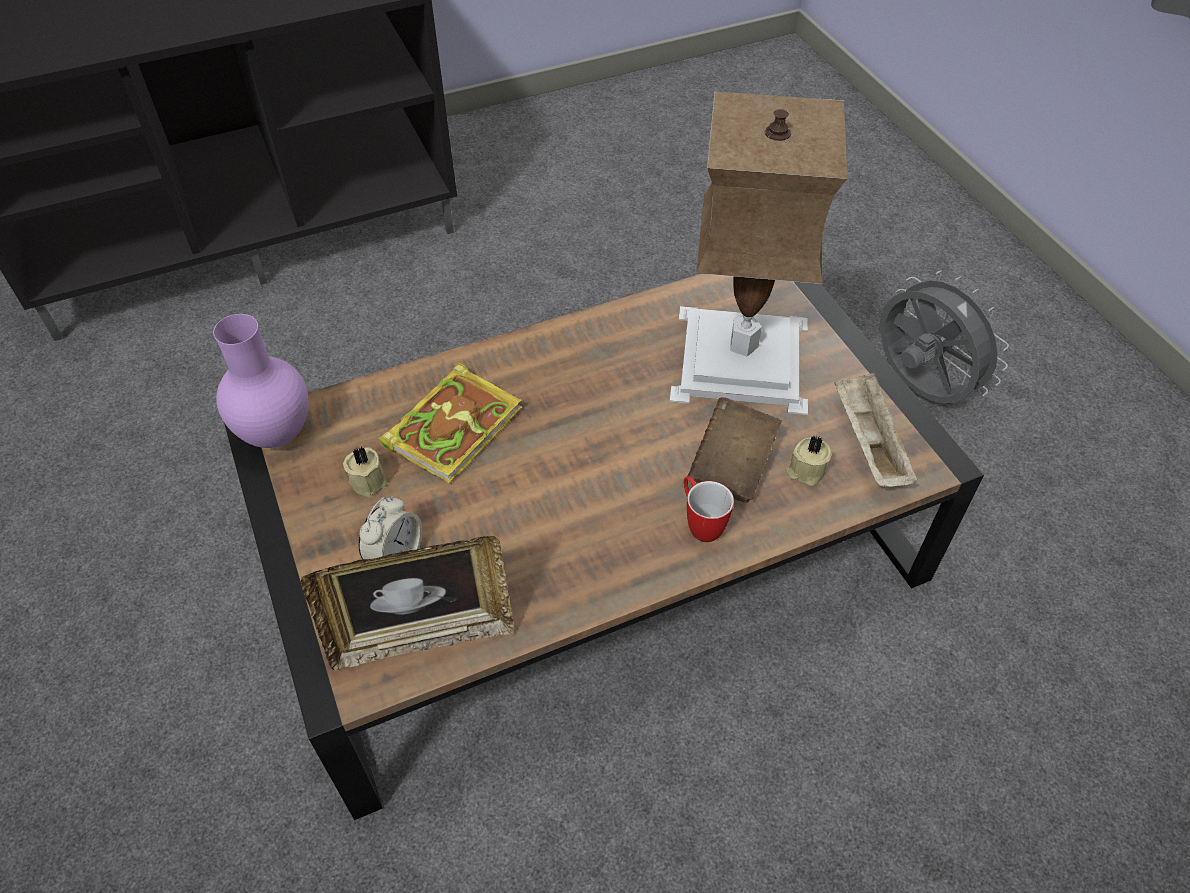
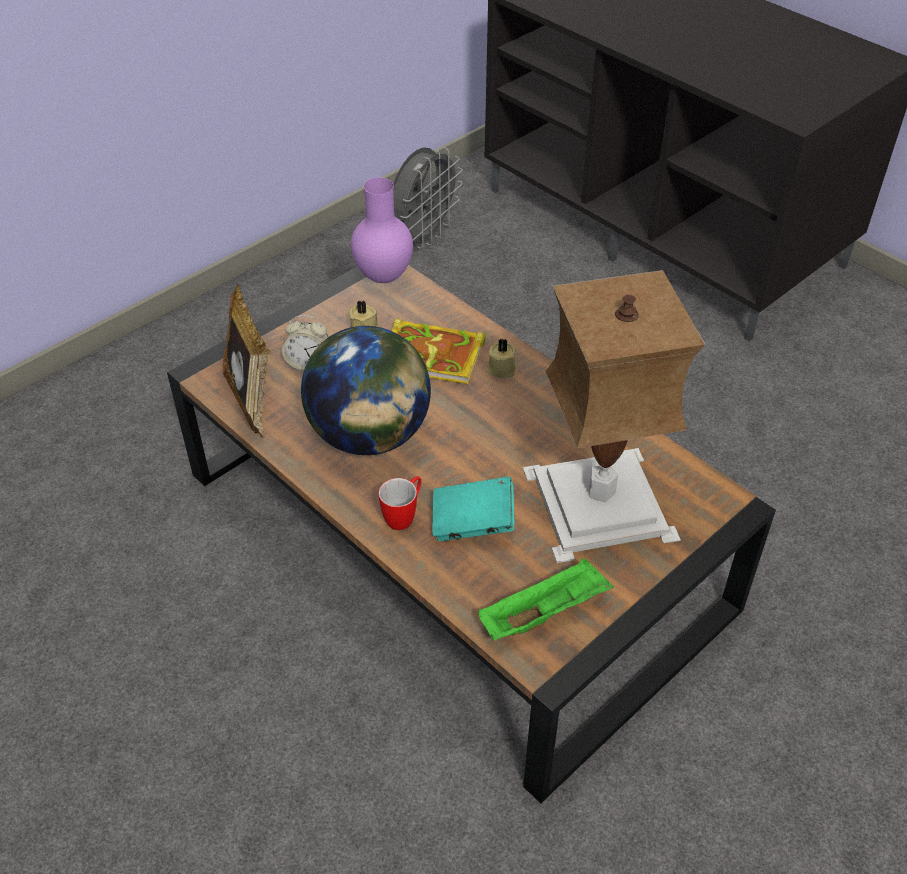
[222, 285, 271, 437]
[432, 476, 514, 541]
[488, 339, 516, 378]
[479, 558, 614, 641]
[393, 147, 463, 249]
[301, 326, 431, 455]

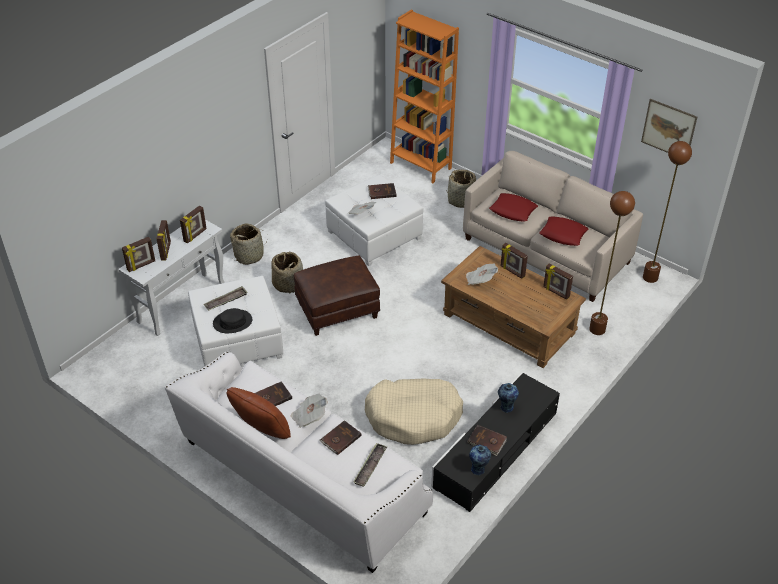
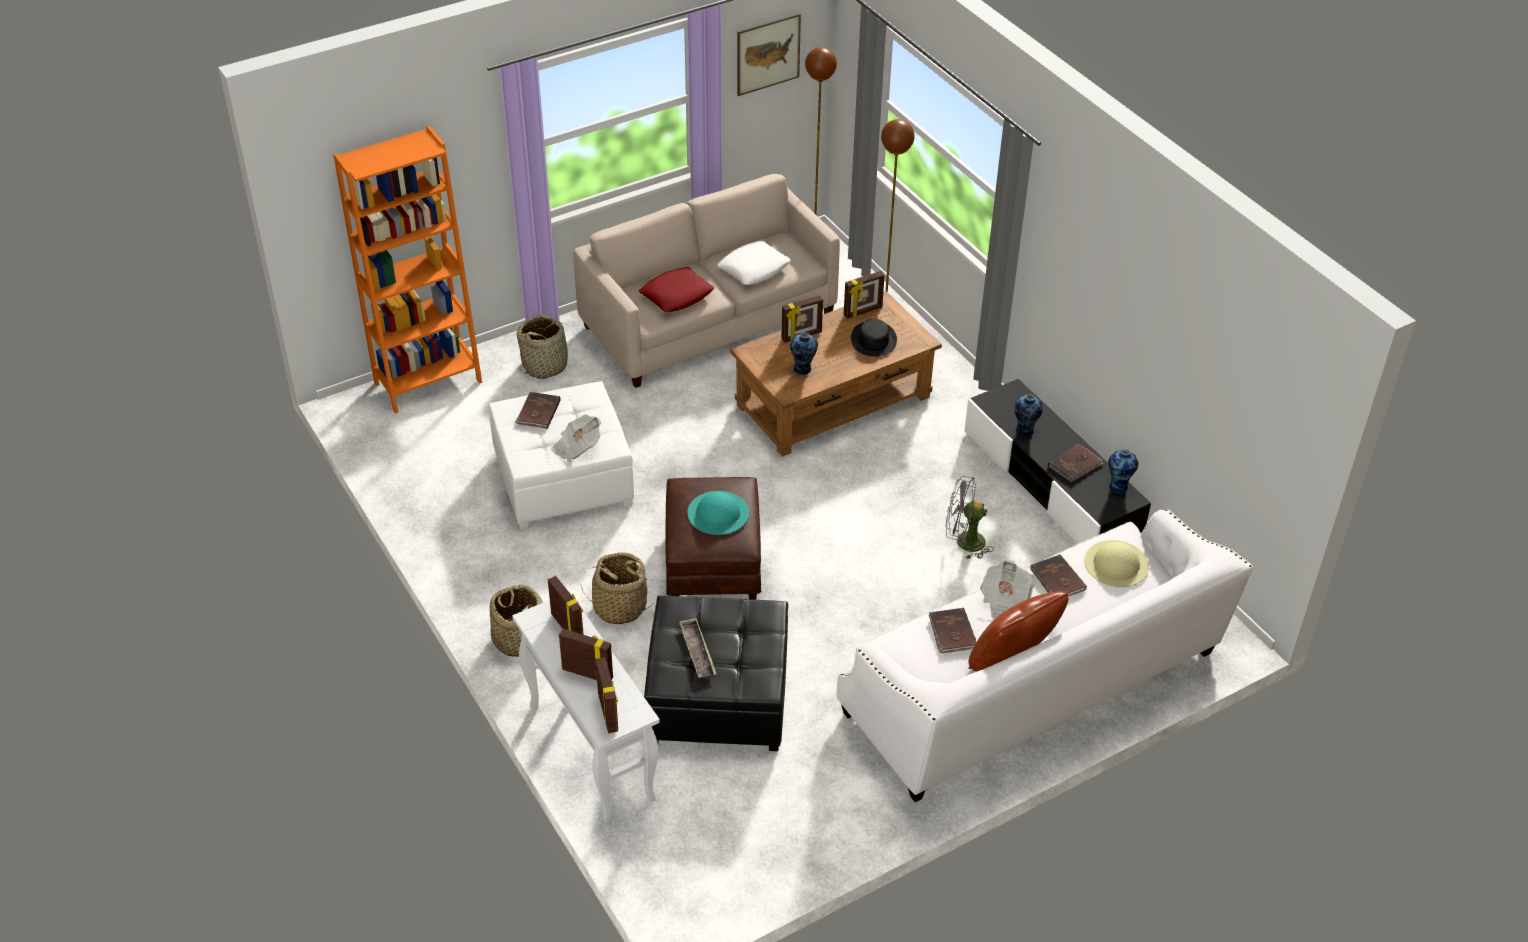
[644, 596, 788, 751]
[851, 319, 897, 357]
[1084, 540, 1149, 587]
[946, 476, 994, 559]
[790, 332, 818, 375]
[717, 241, 791, 285]
[687, 491, 749, 535]

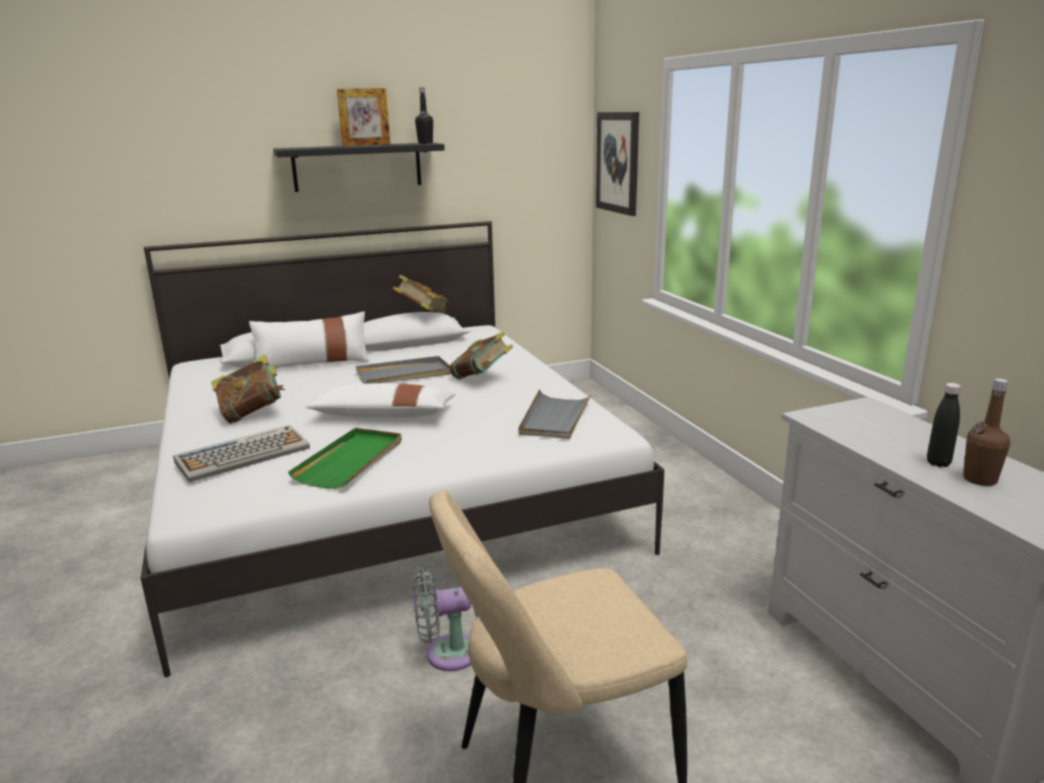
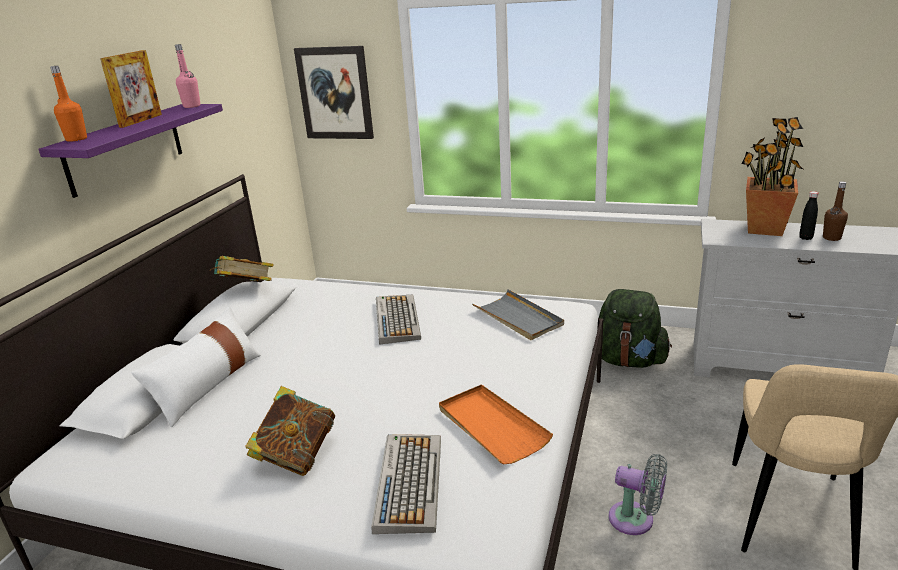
[38, 104, 223, 198]
[439, 384, 553, 464]
[306, 383, 455, 418] (first image)
[356, 356, 451, 384] (first image)
[609, 454, 667, 535]
[175, 44, 200, 108]
[376, 295, 421, 345]
[50, 66, 87, 142]
[599, 289, 672, 368]
[742, 117, 803, 236]

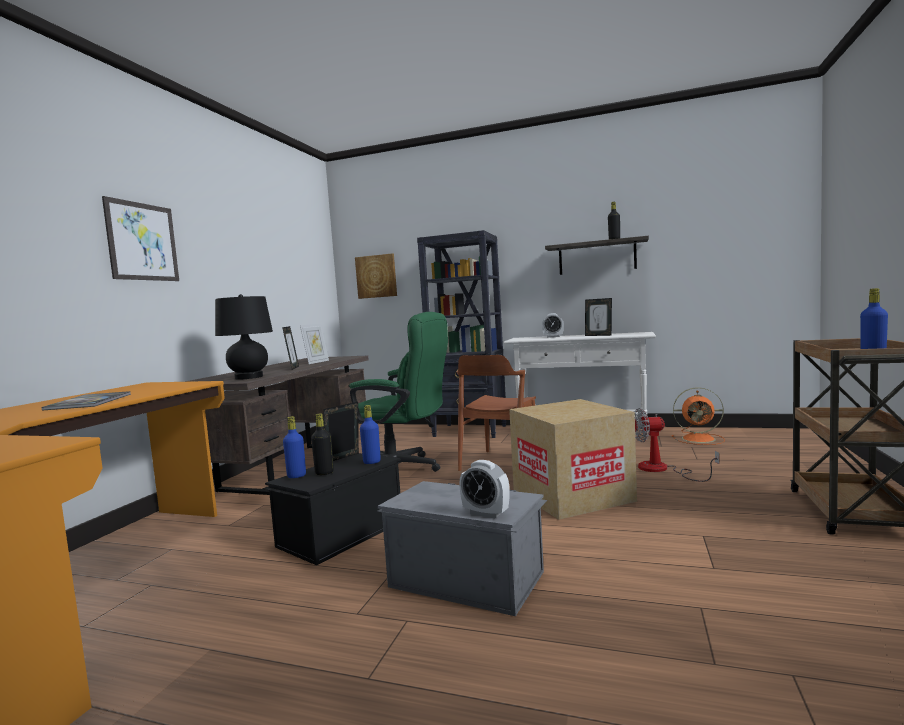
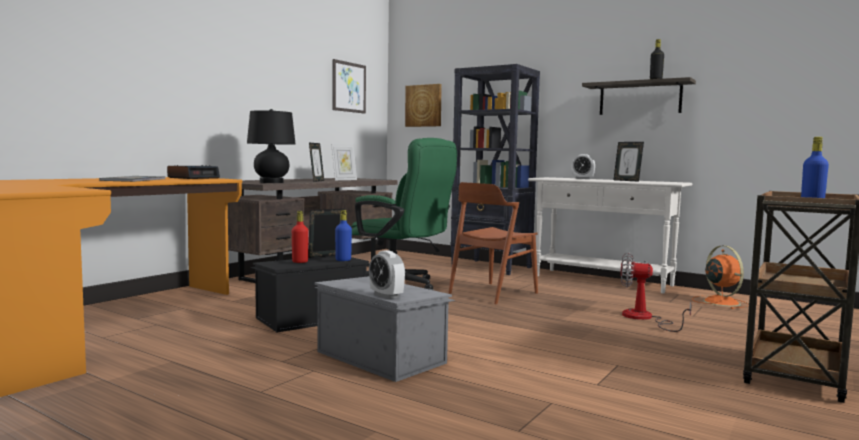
[332, 59, 366, 114]
[283, 416, 306, 478] (first image)
[292, 211, 309, 263]
[509, 399, 637, 520] (first image)
[692, 246, 749, 309]
[167, 165, 220, 179]

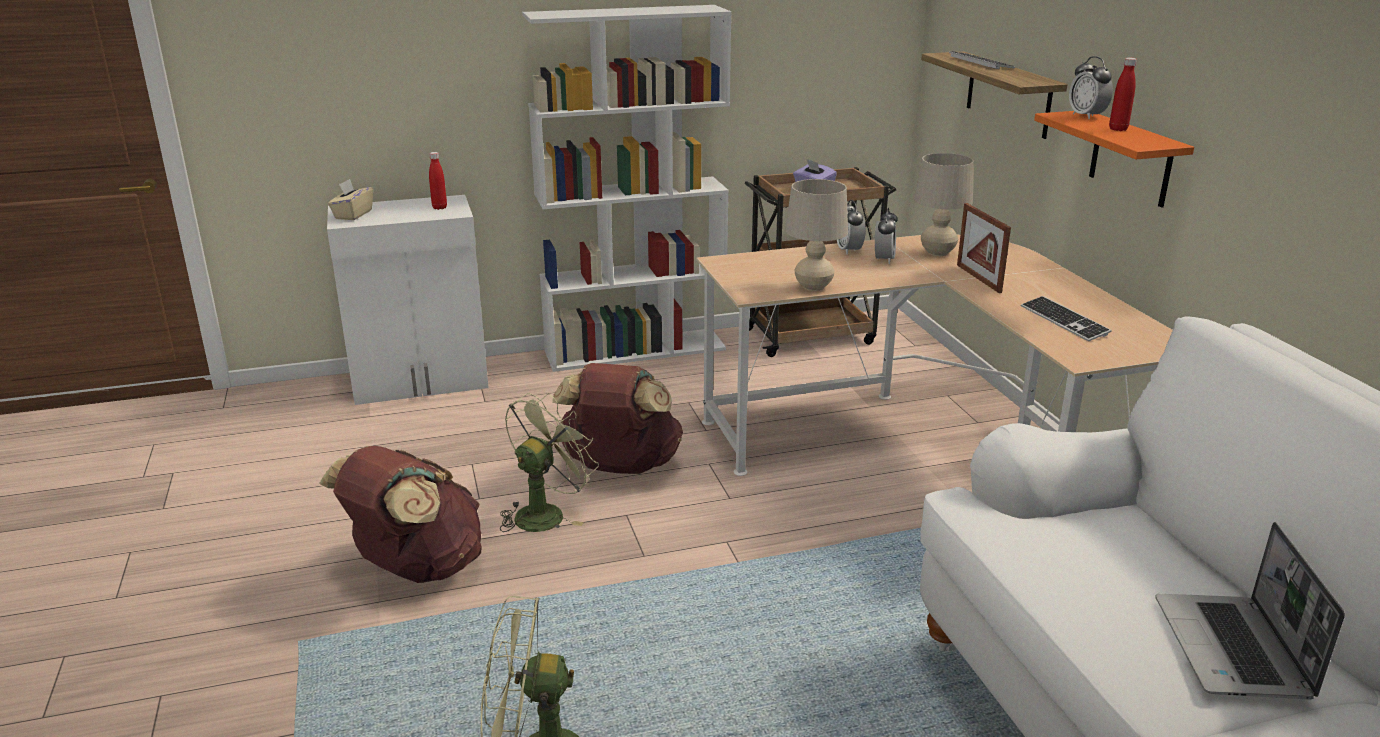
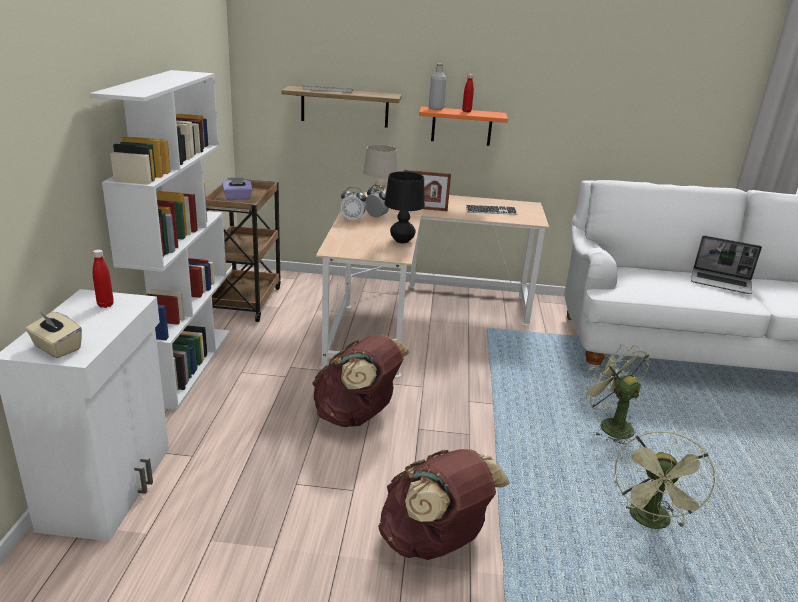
[582, 344, 649, 445]
[384, 171, 425, 243]
[429, 64, 447, 110]

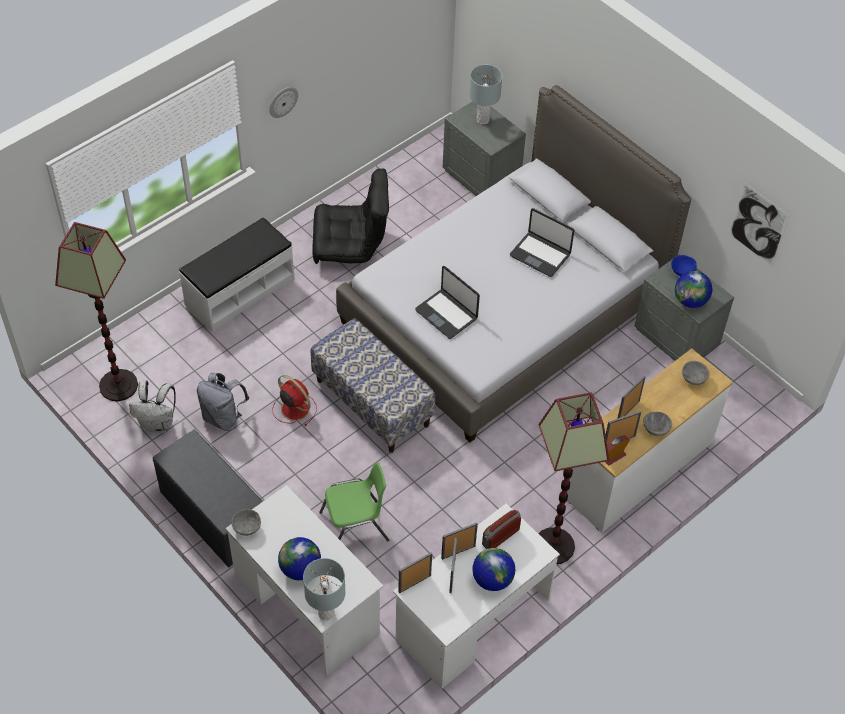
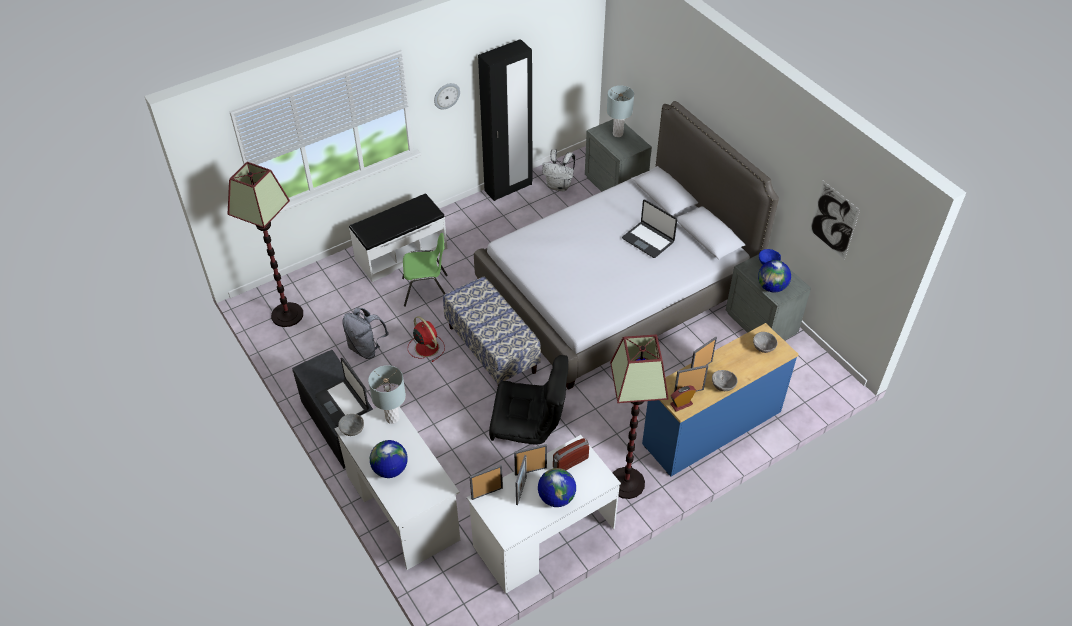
[542, 149, 575, 191]
[368, 365, 406, 424]
[489, 355, 568, 444]
[402, 233, 447, 307]
[315, 358, 369, 427]
[642, 323, 799, 476]
[478, 39, 533, 201]

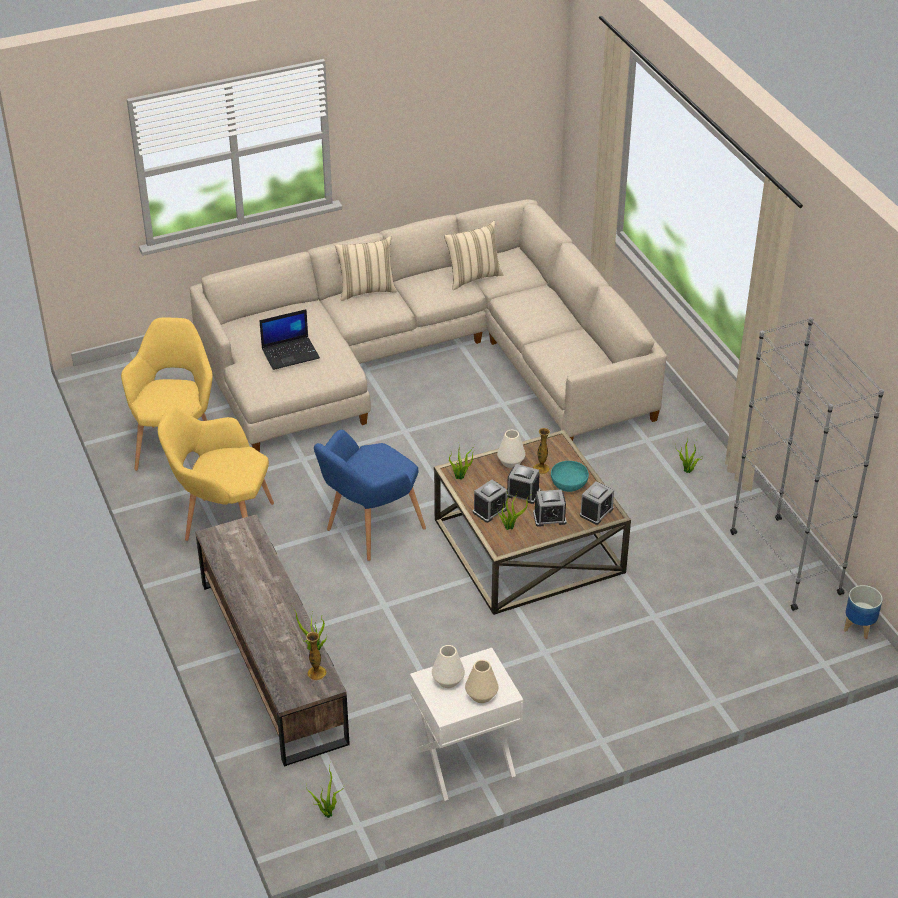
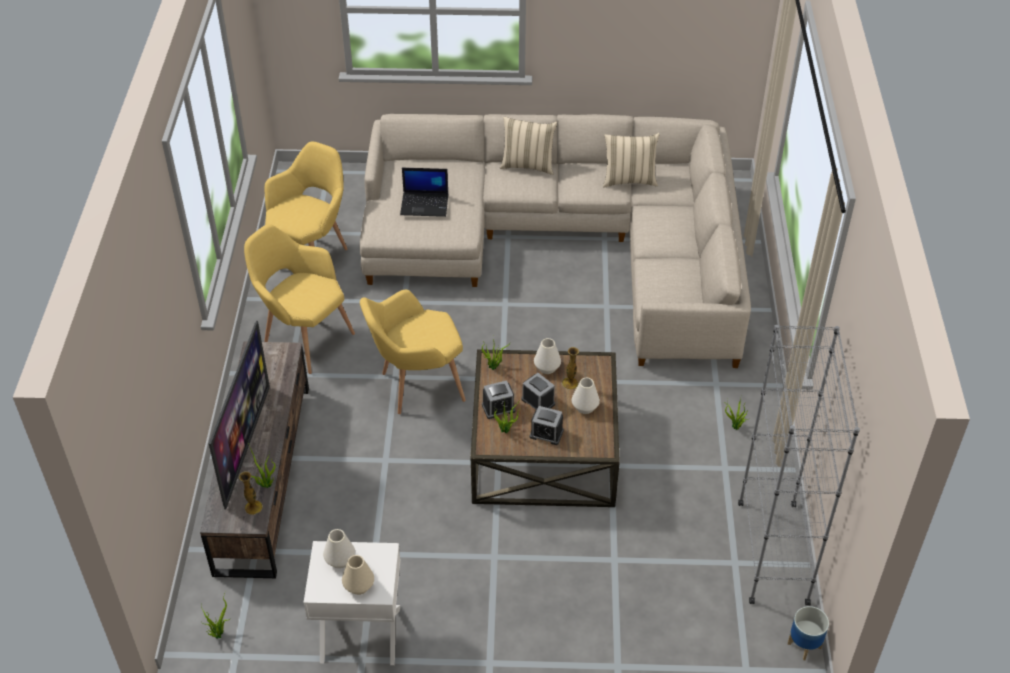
[360, 290, 466, 414]
[572, 378, 600, 414]
[580, 481, 614, 525] (first image)
[209, 321, 270, 509]

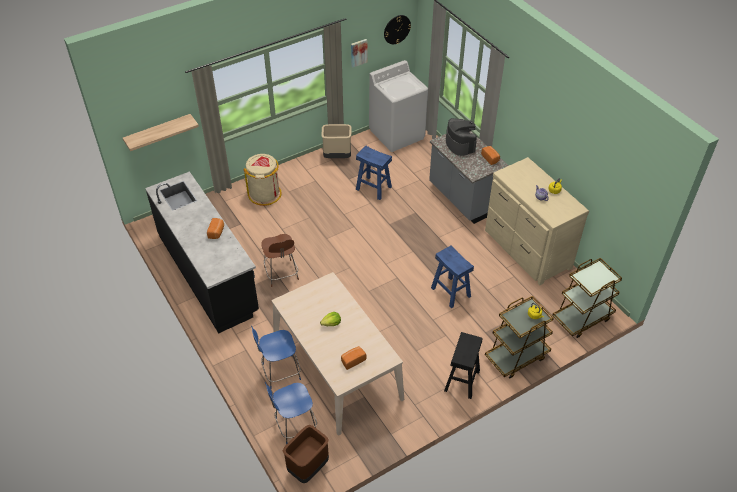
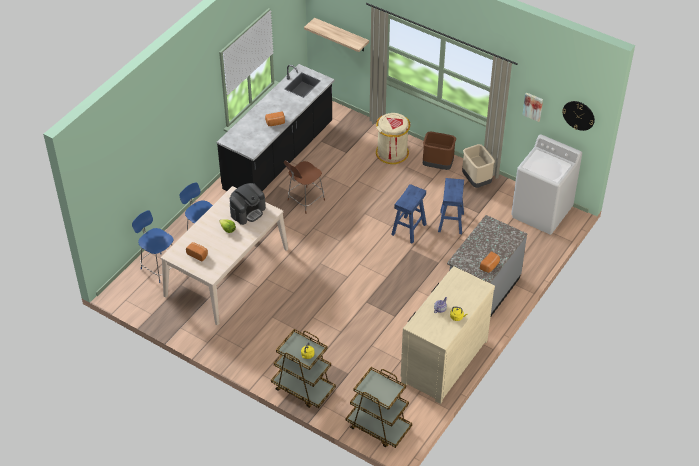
[423, 132, 456, 170]
[391, 184, 427, 244]
[444, 332, 483, 399] (first image)
[230, 183, 266, 225]

